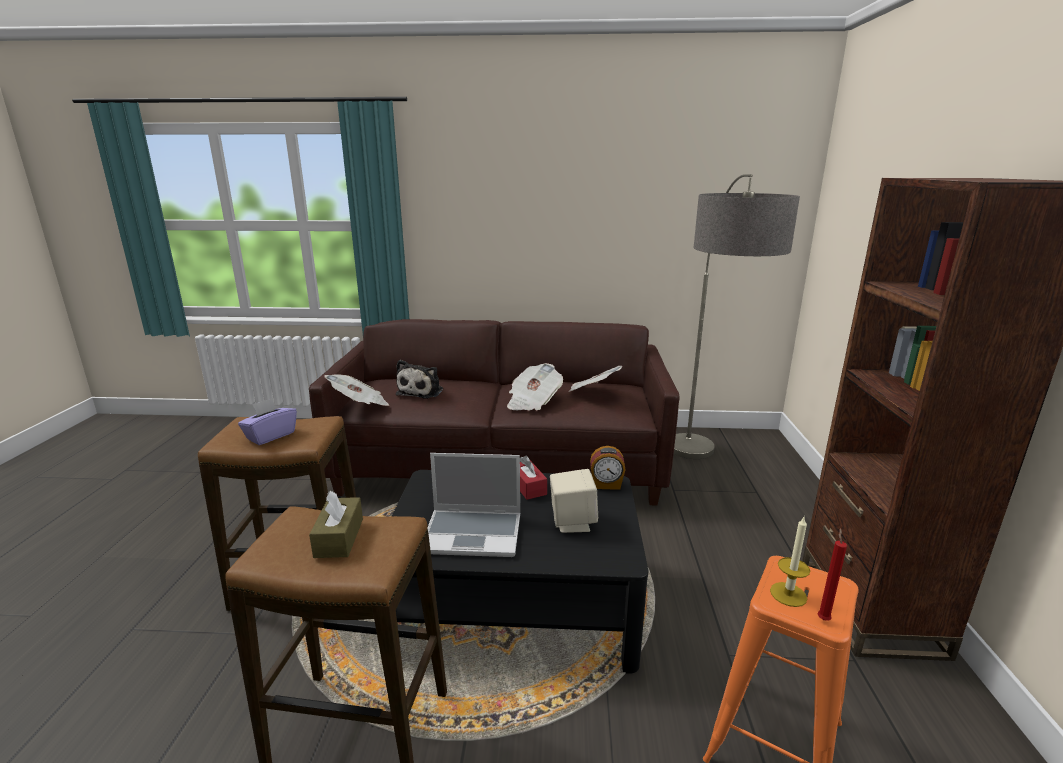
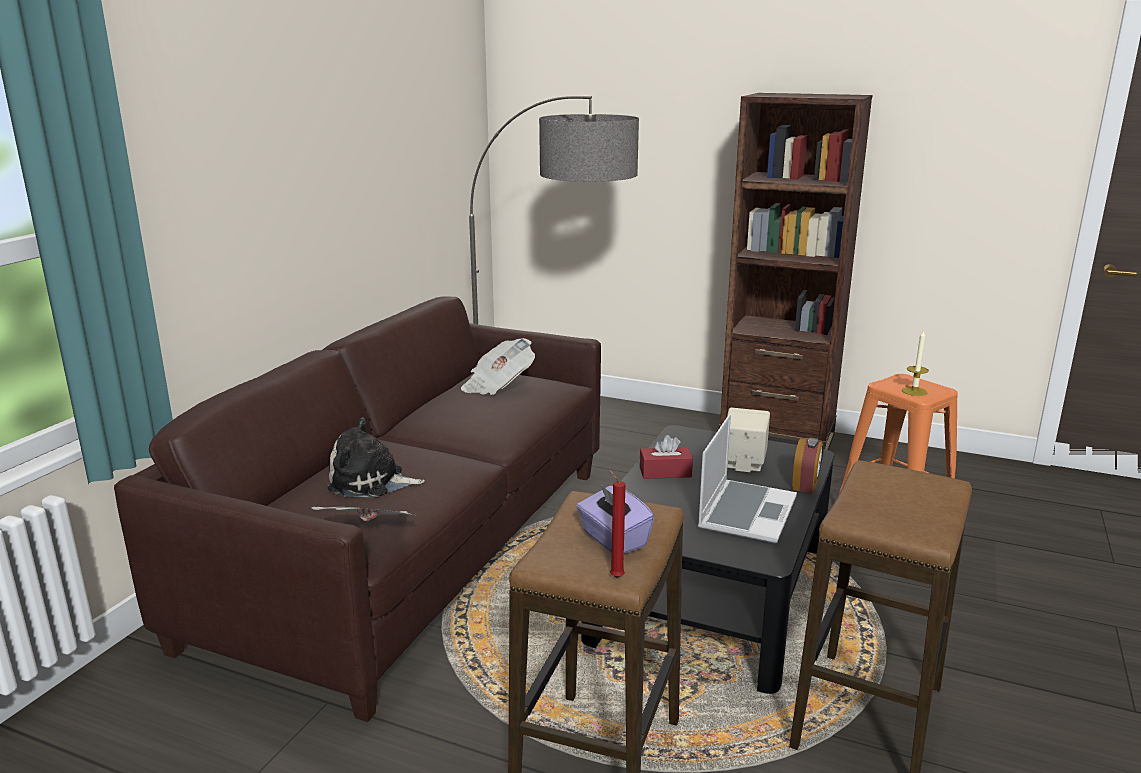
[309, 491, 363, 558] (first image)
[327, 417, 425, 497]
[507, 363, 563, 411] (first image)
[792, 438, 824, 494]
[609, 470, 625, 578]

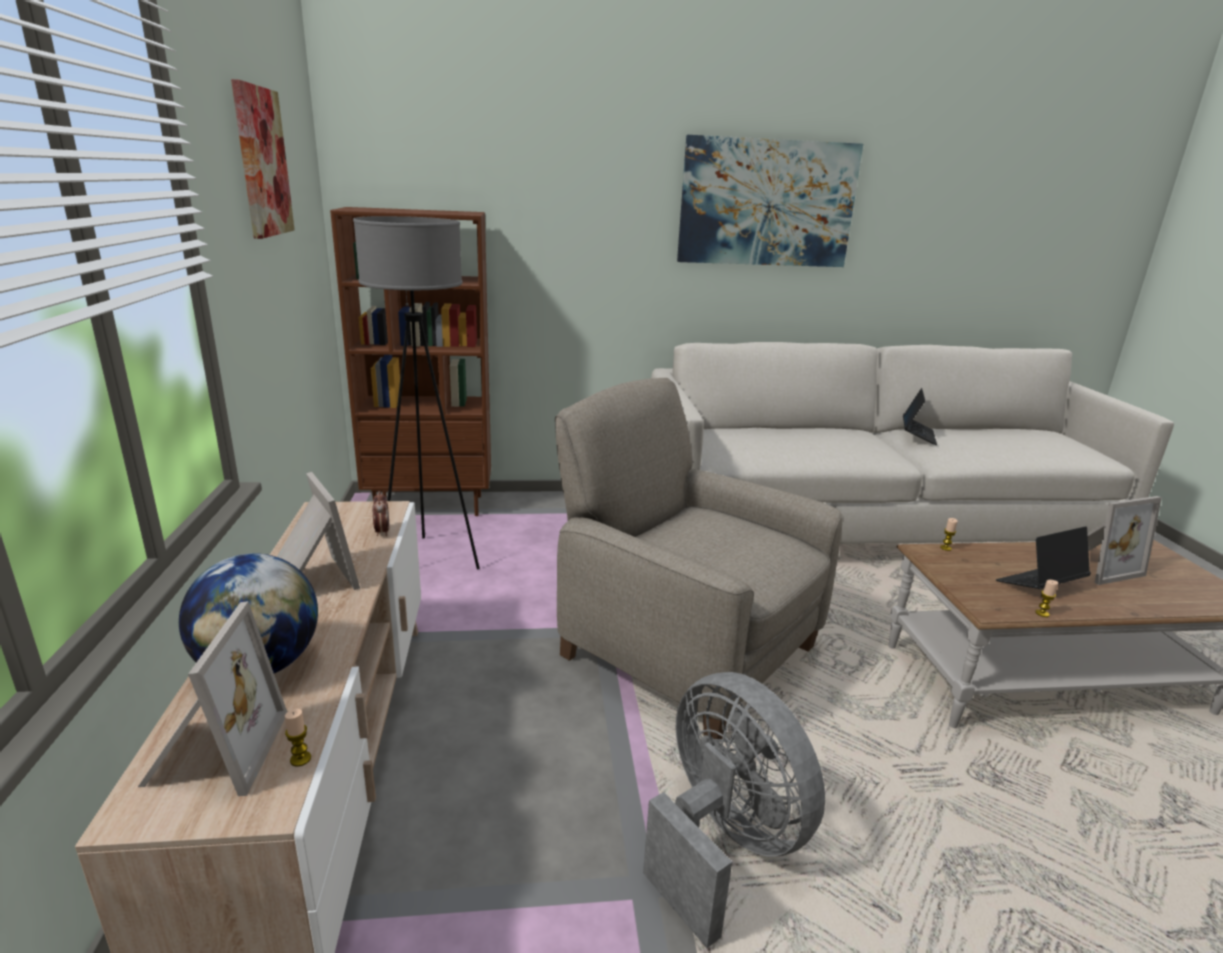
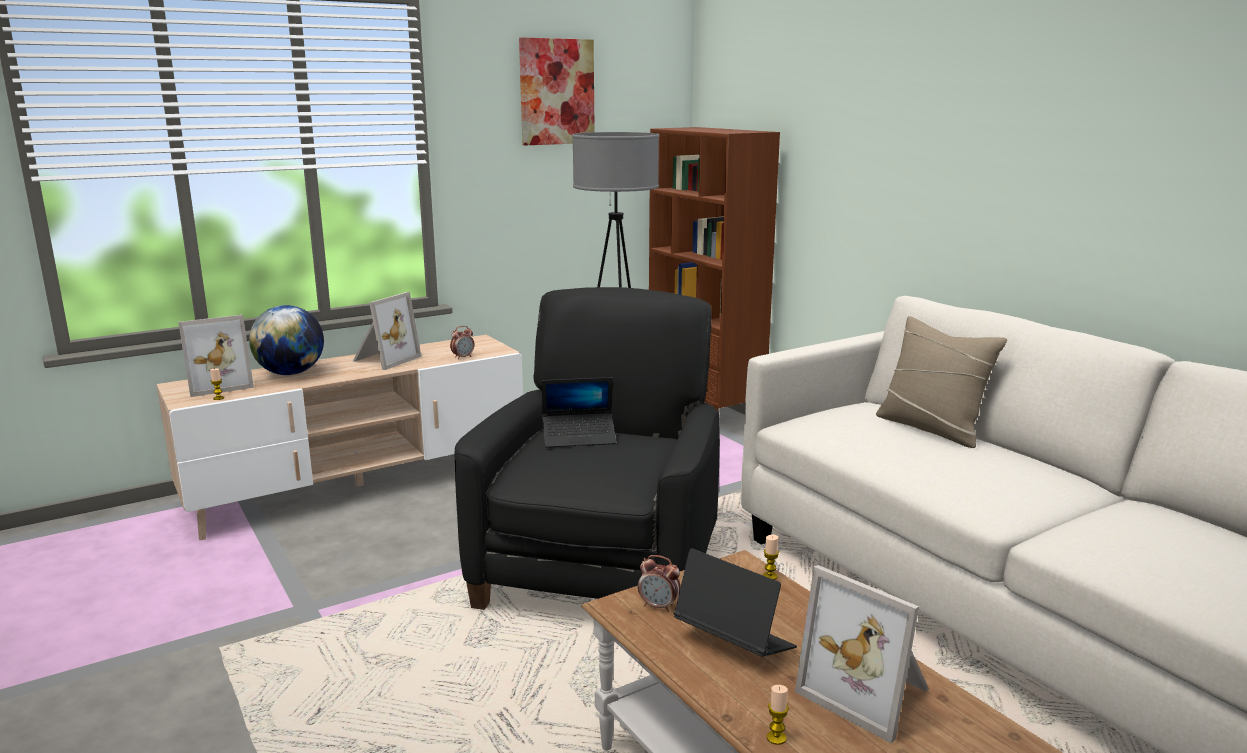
[454, 287, 720, 610]
[643, 672, 825, 948] (first image)
[677, 135, 863, 267] (first image)
[542, 377, 616, 448]
[767, 685, 789, 745]
[638, 555, 681, 612]
[876, 316, 1007, 448]

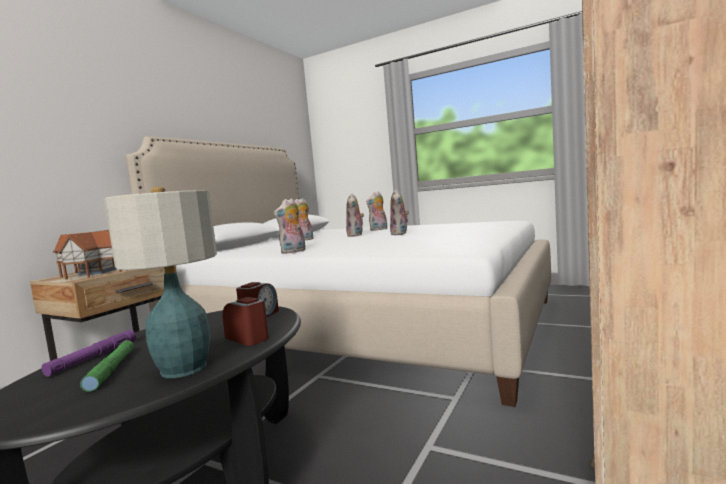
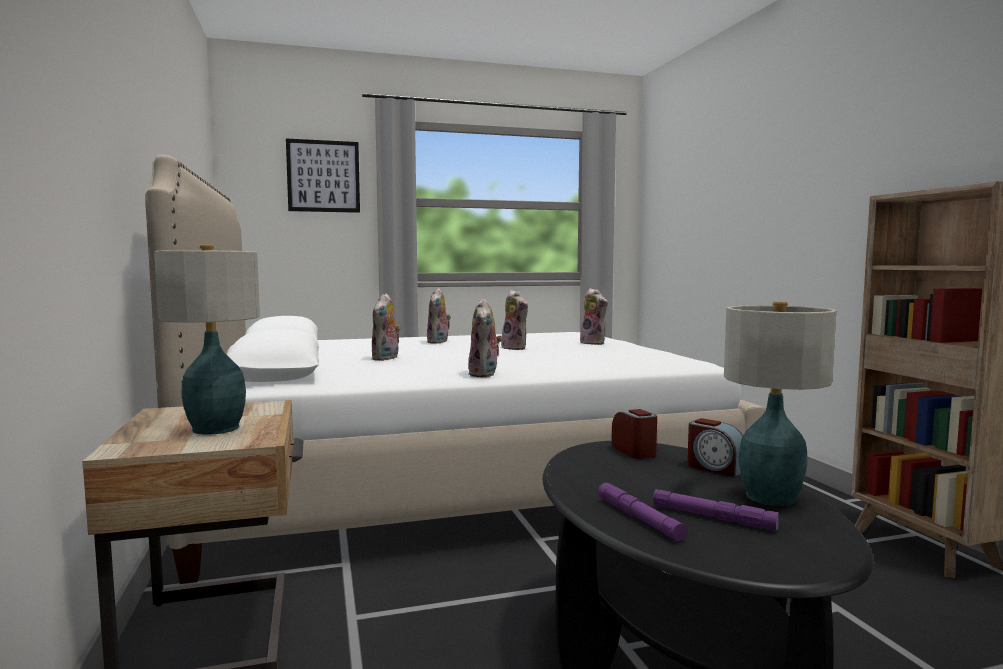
[154, 244, 260, 435]
[653, 489, 780, 532]
[687, 418, 743, 477]
[579, 288, 608, 345]
[286, 139, 360, 213]

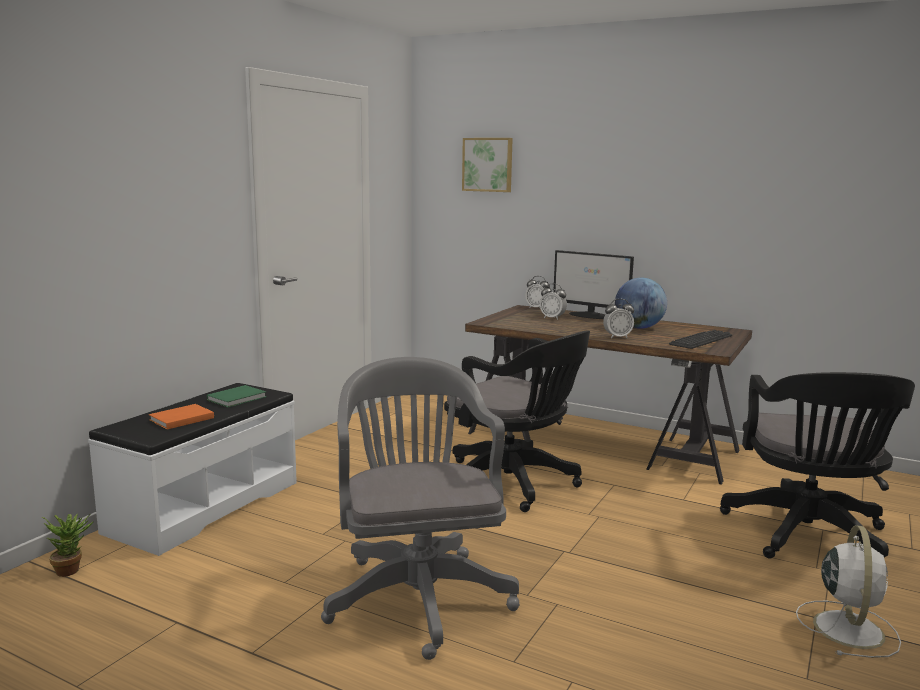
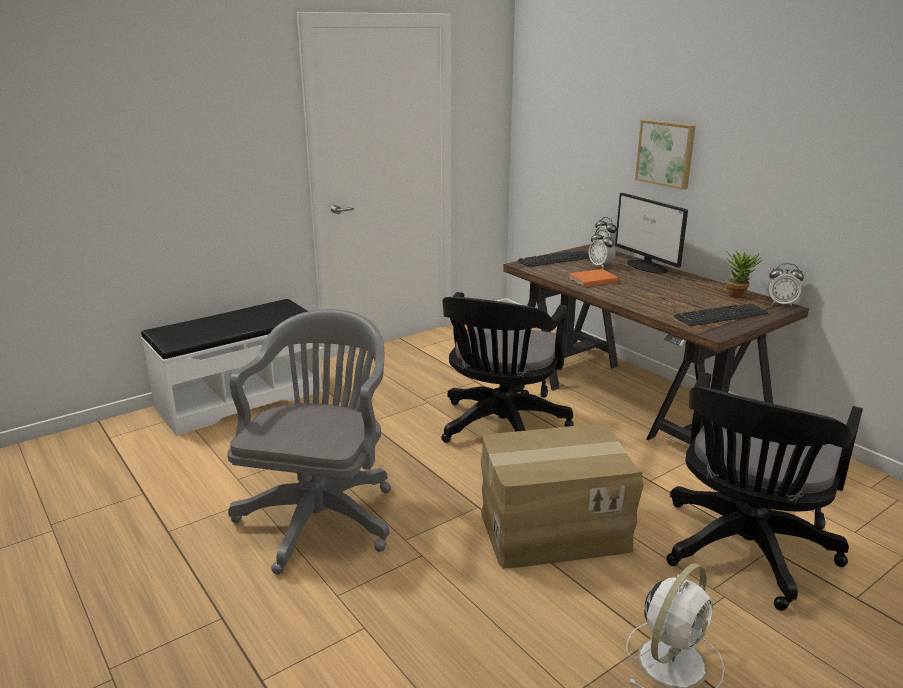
[725, 251, 762, 298]
[568, 269, 619, 287]
[207, 385, 266, 407] (first image)
[441, 292, 574, 443]
[635, 120, 696, 190]
[767, 263, 804, 306]
[615, 278, 667, 329] (first image)
[481, 423, 644, 569]
[518, 251, 589, 267]

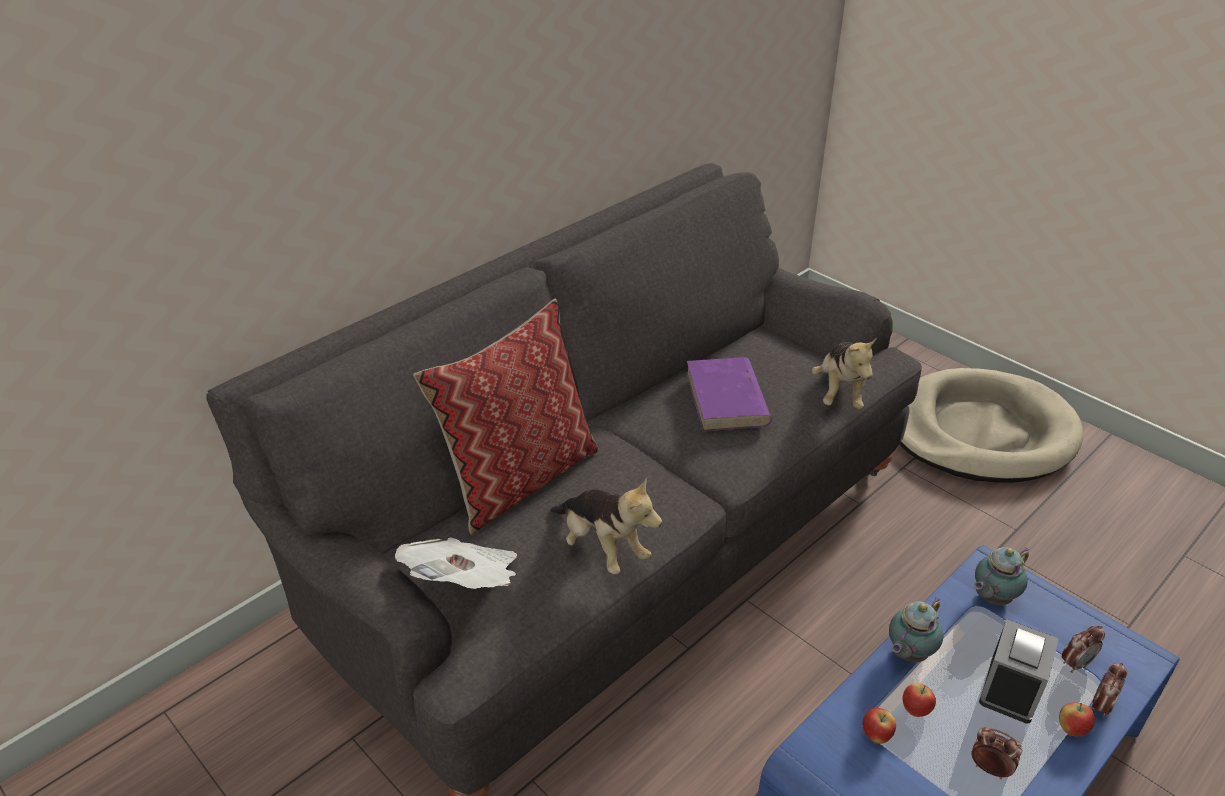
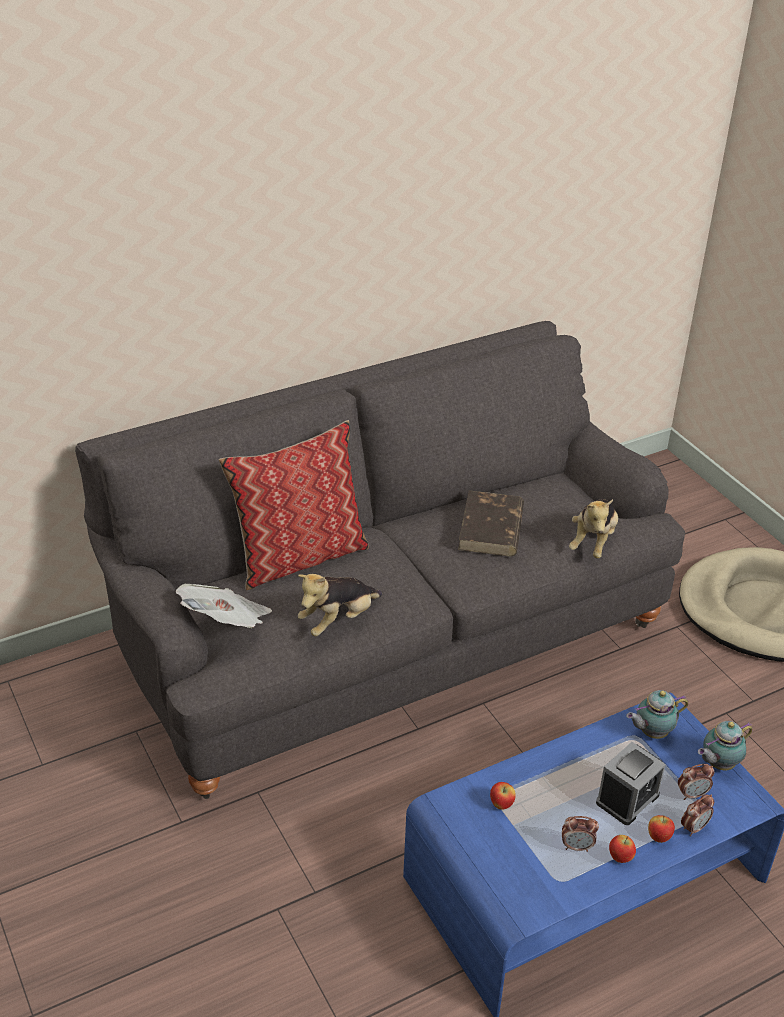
[298, 574, 382, 636]
[458, 490, 524, 556]
[698, 721, 753, 770]
[609, 835, 636, 863]
[562, 816, 599, 852]

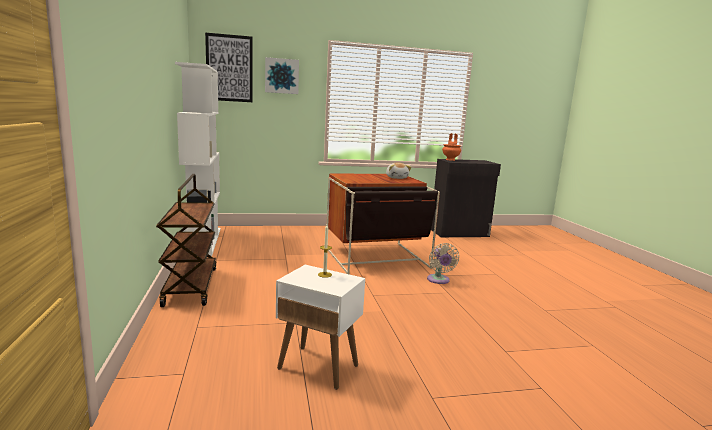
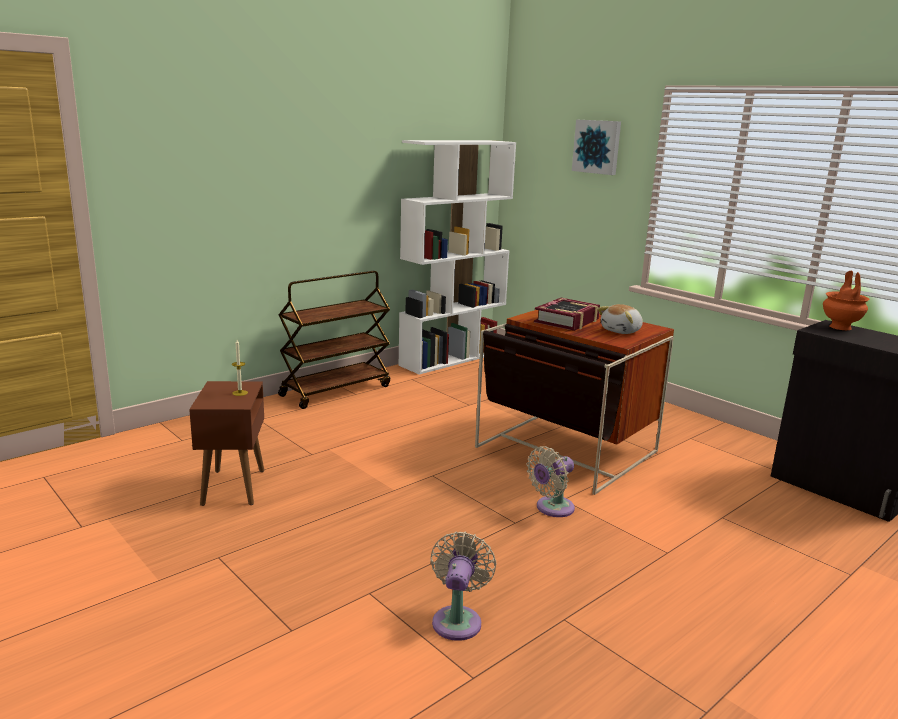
[205, 33, 253, 102] (first image)
[189, 381, 264, 506]
[430, 532, 497, 641]
[534, 298, 600, 331]

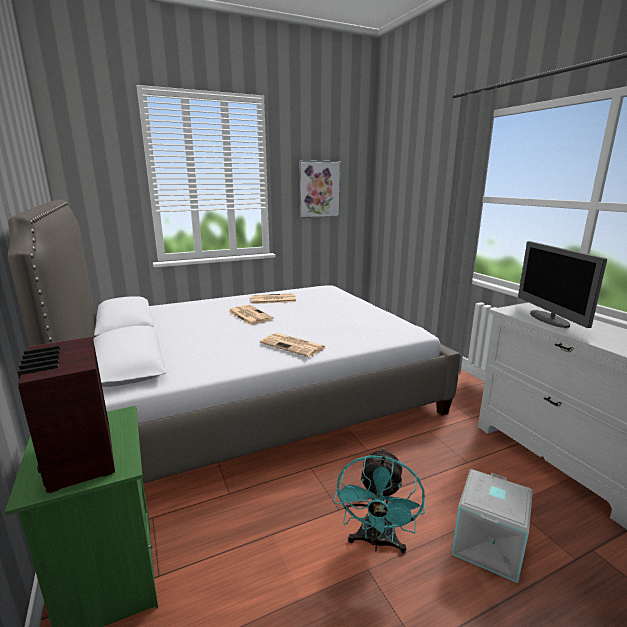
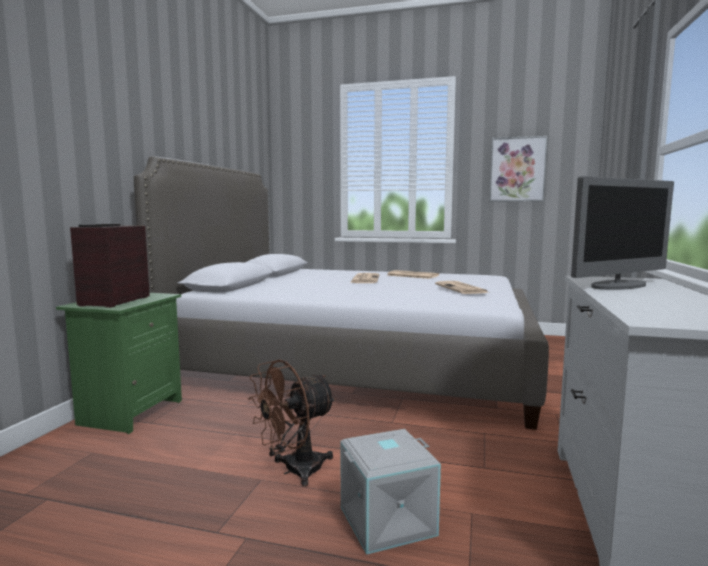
[435, 281, 489, 294]
[248, 359, 336, 487]
[571, 176, 674, 290]

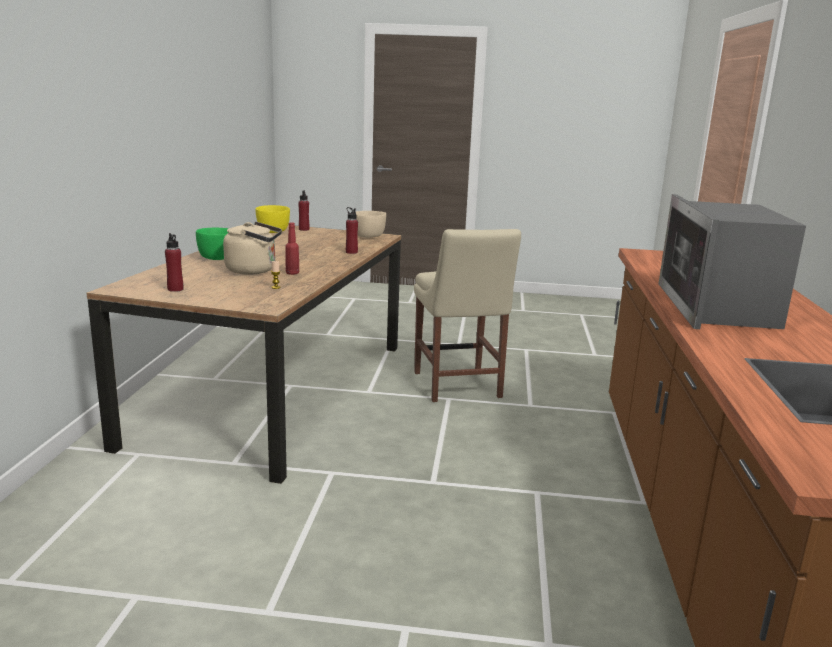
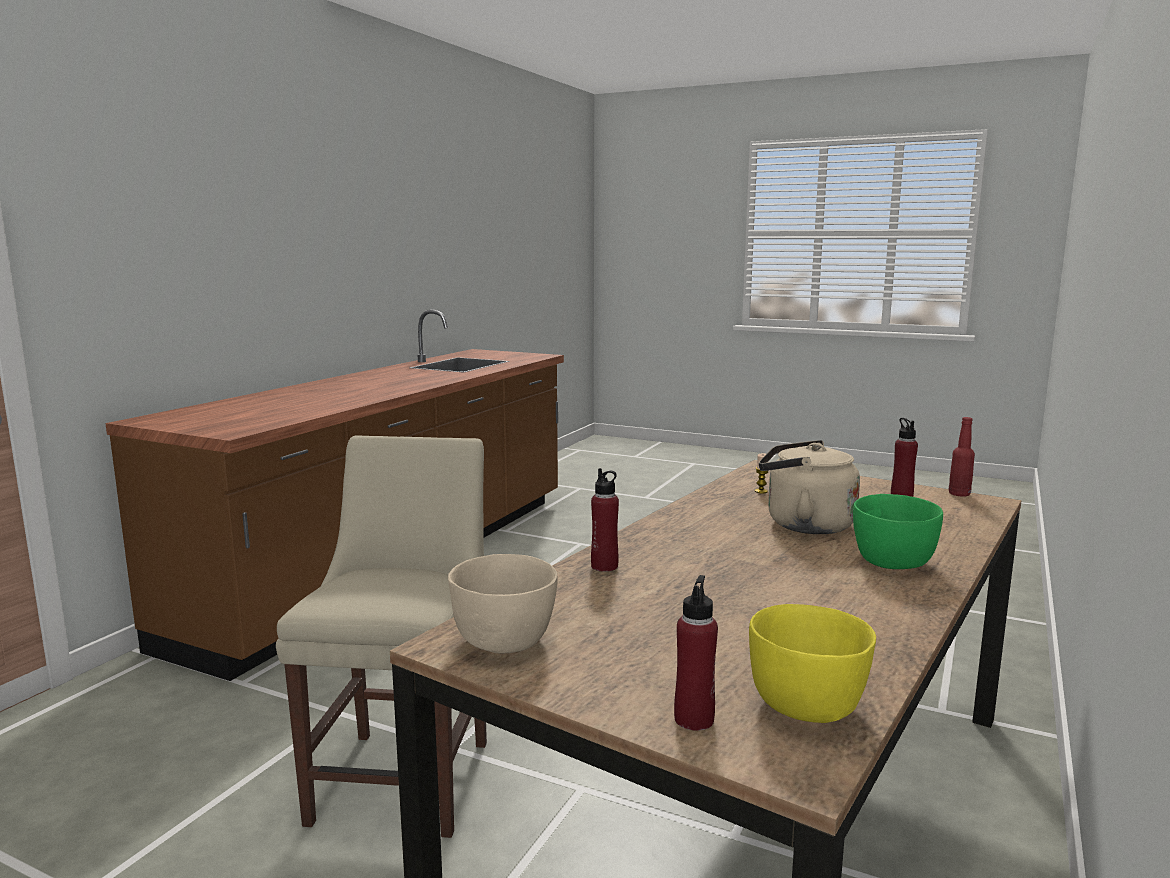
[948, 417, 975, 497]
[659, 194, 806, 329] (first image)

